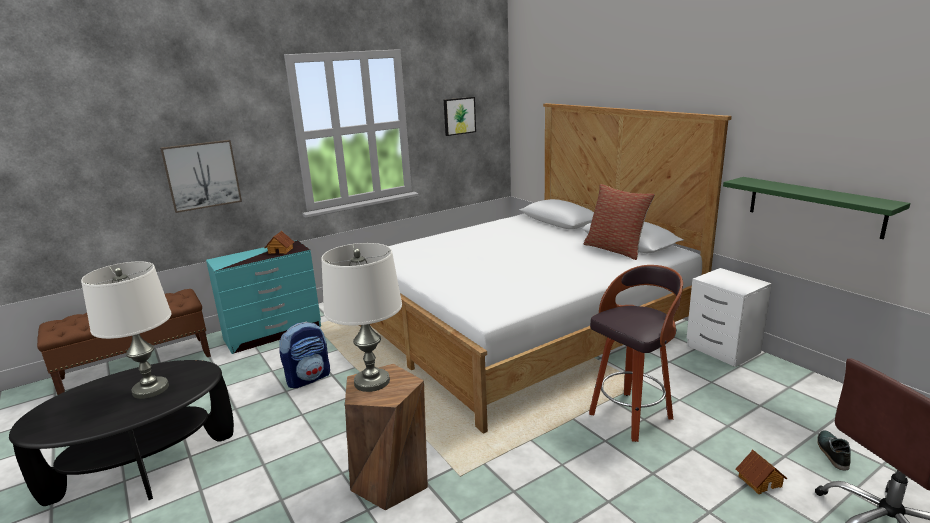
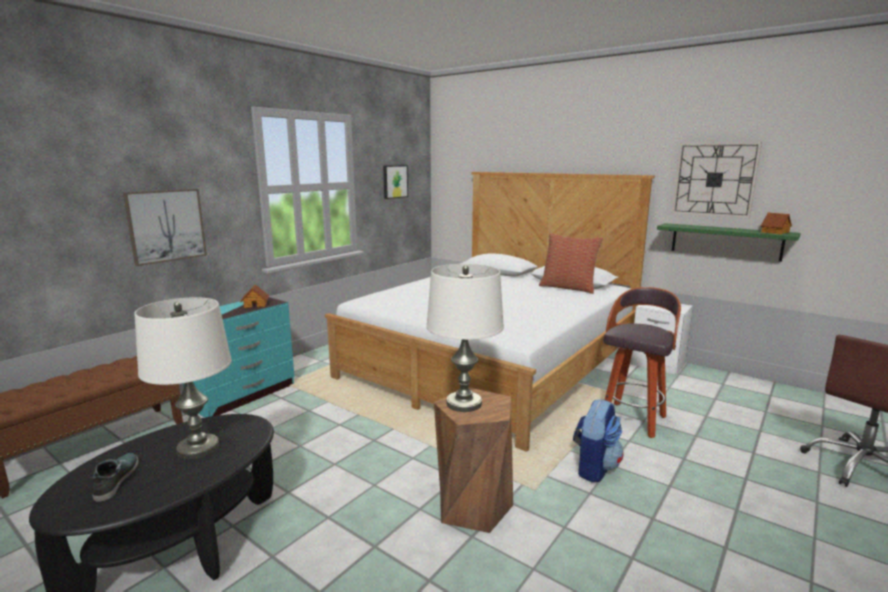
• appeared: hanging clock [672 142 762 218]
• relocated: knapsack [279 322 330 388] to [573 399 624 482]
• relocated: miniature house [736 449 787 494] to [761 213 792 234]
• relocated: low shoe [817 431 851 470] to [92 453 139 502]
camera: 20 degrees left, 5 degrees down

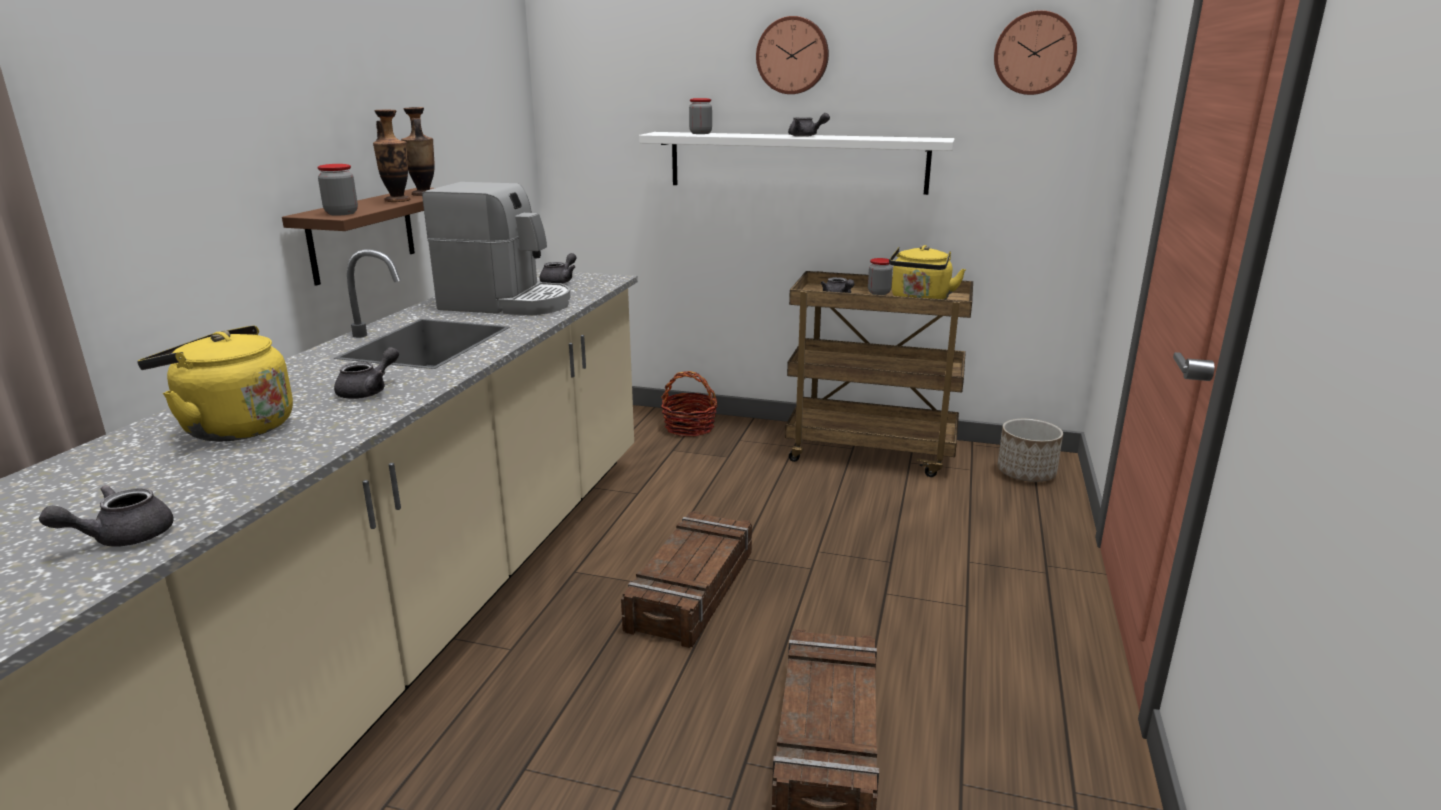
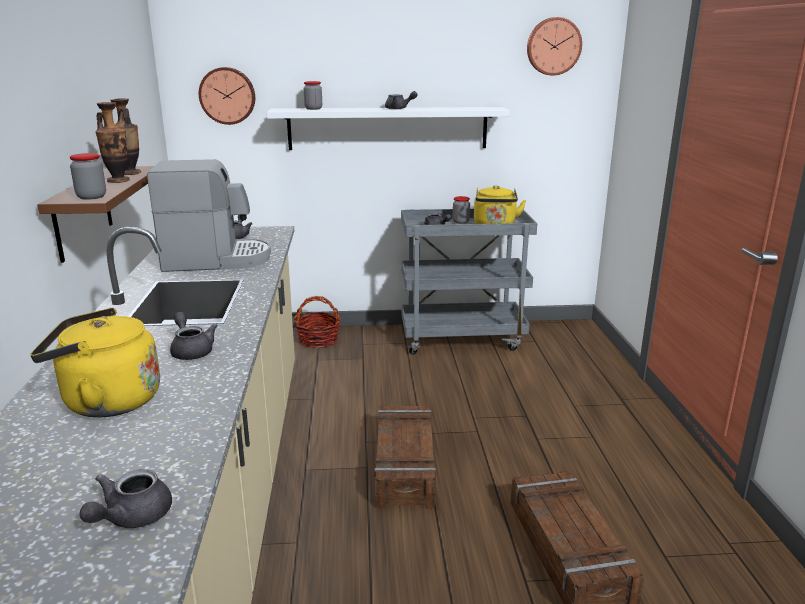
• missing: planter [998 419 1063 482]
• relocated: hanging clock [756 16 829 94] to [199 67 255 125]
• colour: wheeled cart in brown-coloured [785 271 973 477] to wheeled cart in gray [401 209 537 354]
• spun: teapot in gray [334 347 399 399] = [170 312 217 360] 45 degrees counterclockwise
camera: 20 degrees left, 0 degrees up

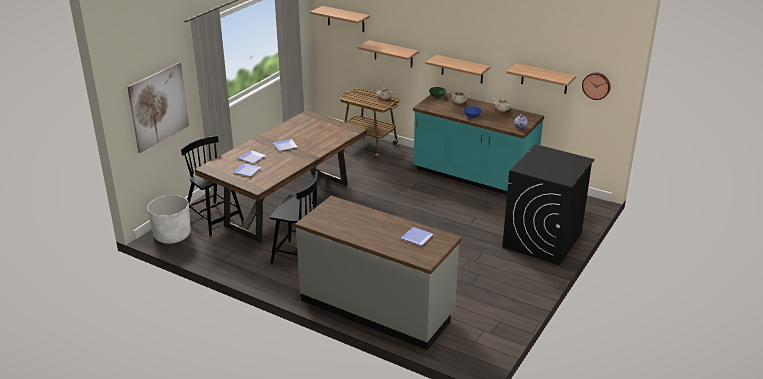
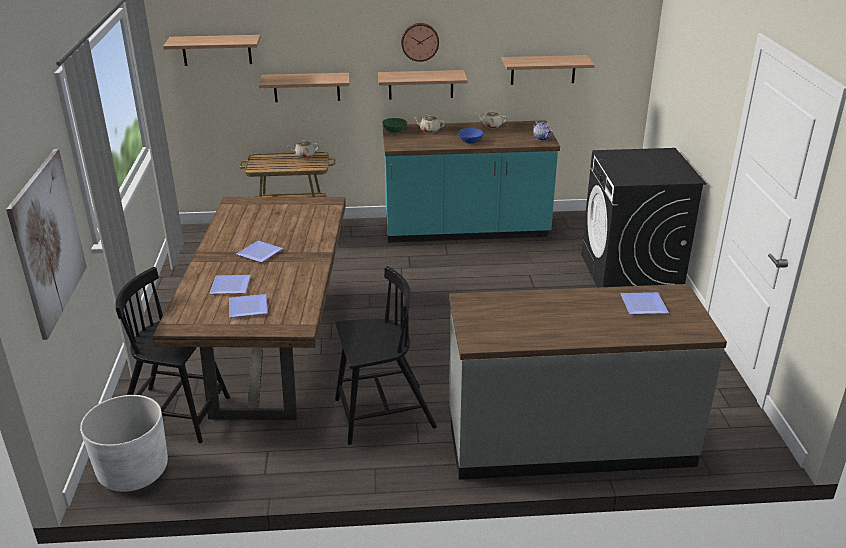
• relocated: hanging clock [582 72 610 100] to [401 23 439 62]
camera: 35 degrees left, 0 degrees up

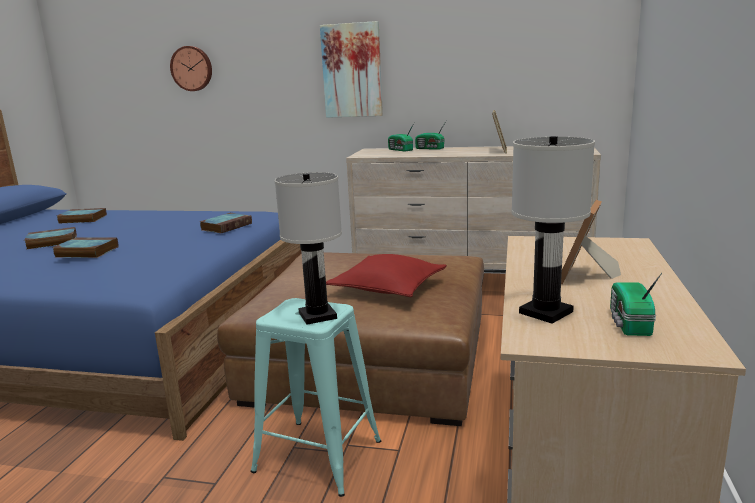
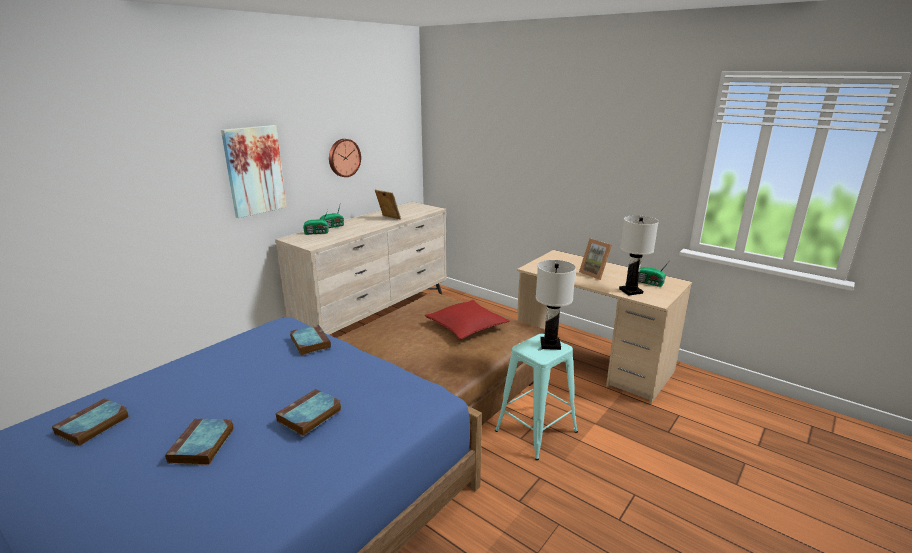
• relocated: hanging clock [170 46 212 91] to [329 139 361 177]
camera: 65 degrees left, 5 degrees up

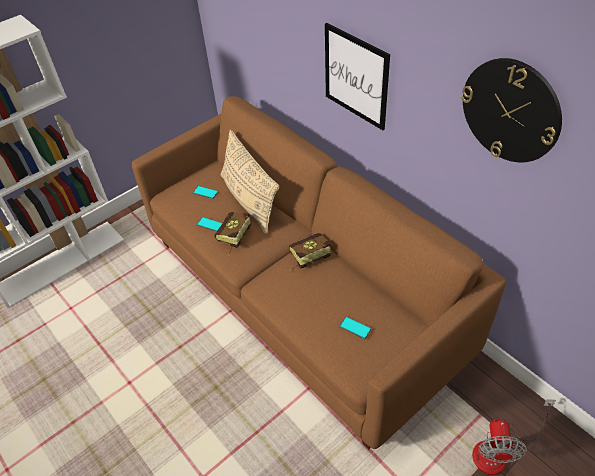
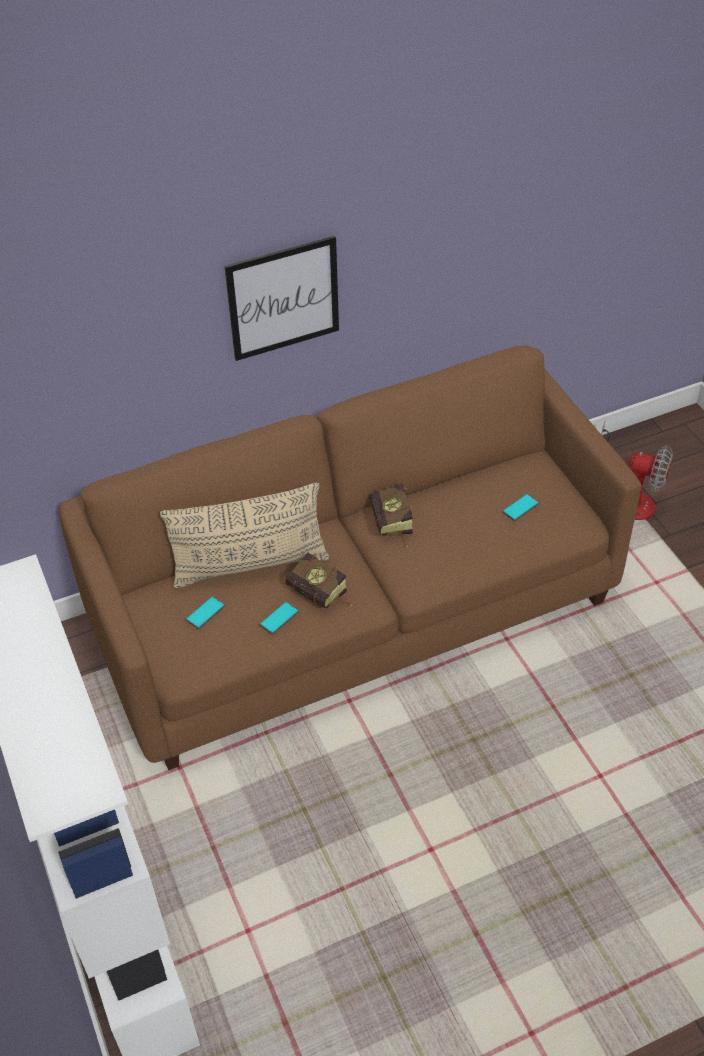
• missing: hanging clock [461 58 562 162]
camera: 75 degrees left, 0 degrees up

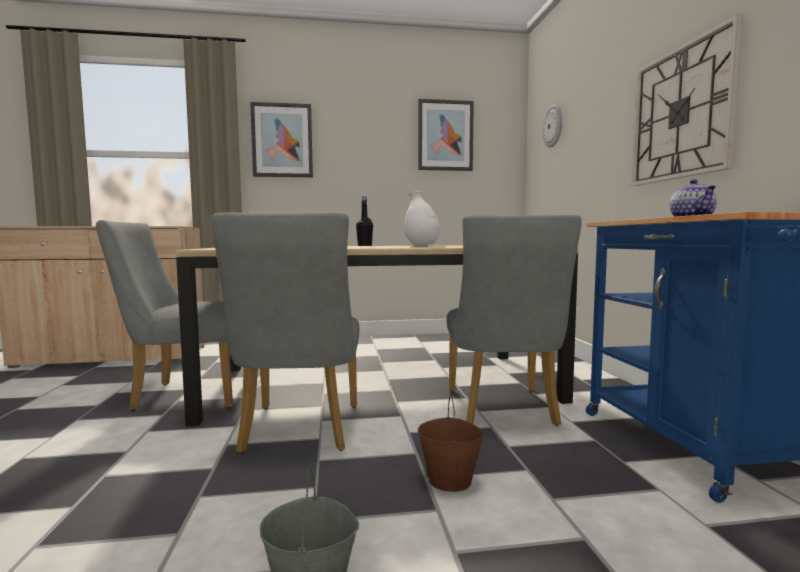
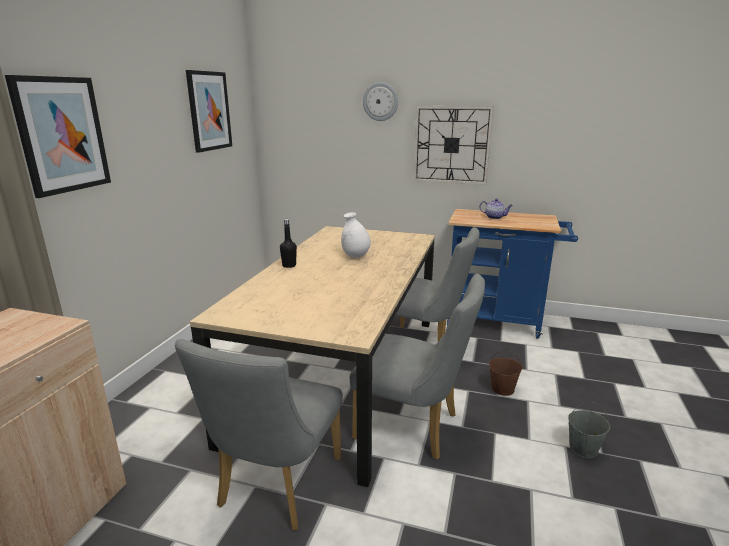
• relocated: hanging clock [542 105 563 148] to [363 82 398 121]
camera: 65 degrees left, 15 degrees up

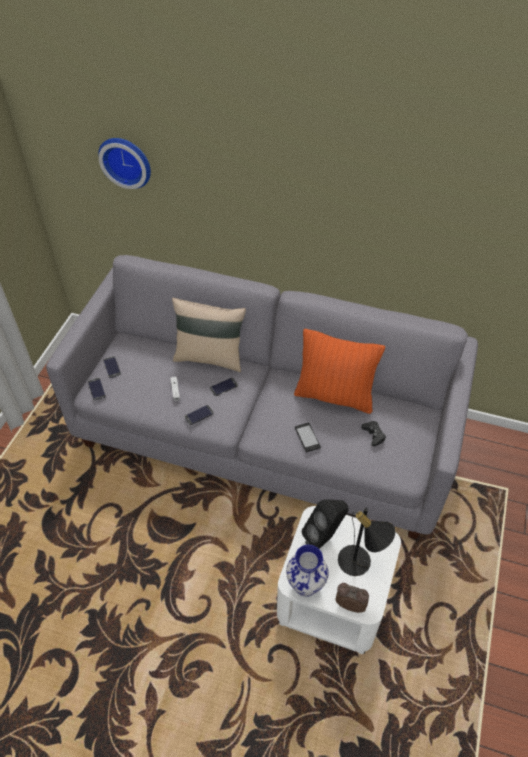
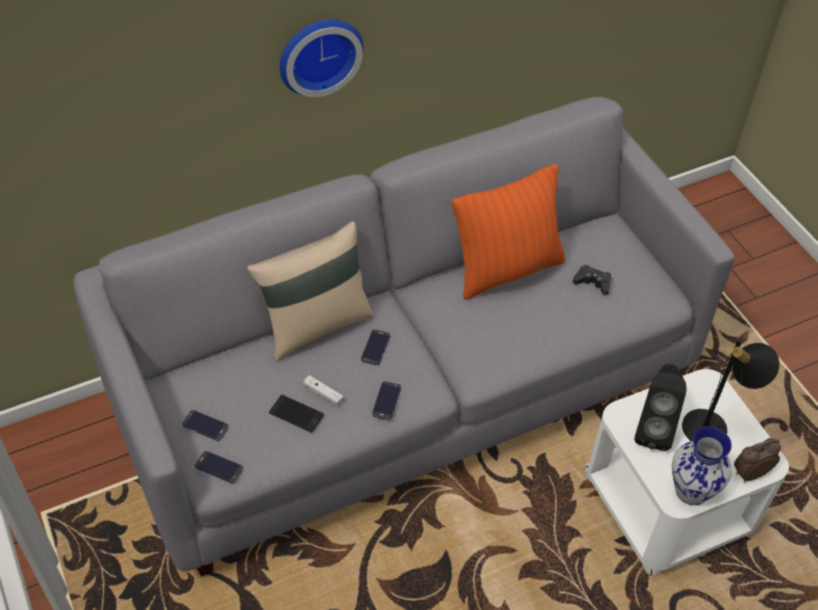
• relocated: hanging clock [98 138 151 189] to [280 19 363 97]
• relocated: handset [295 423 321 452] to [269 395 324 433]
camera: 45 degrees left, 0 degrees up

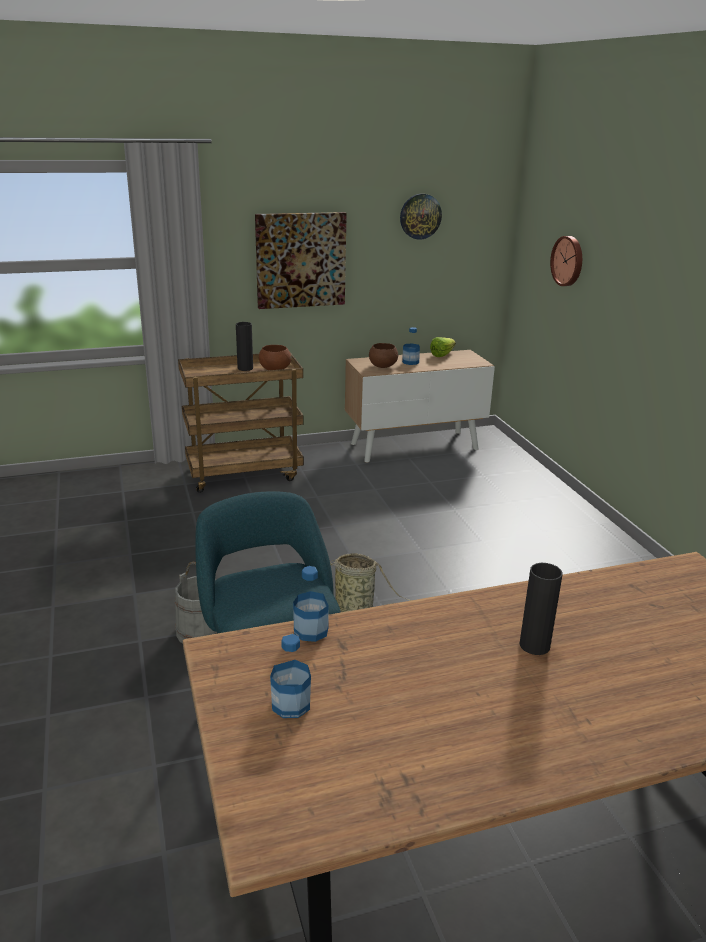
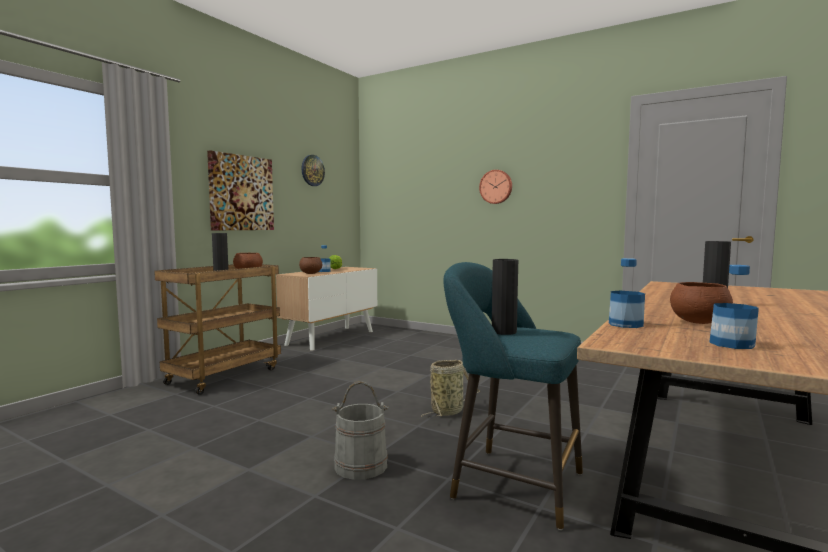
• appeared: decorative vase in black [492 259 518 335]
• appeared: serving bowl in brown-coloured [670 282 733 324]
• relocated: hanging clock [550 236 582 286] to [479 170 512 204]
camera: 40 degrees left, 20 degrees down

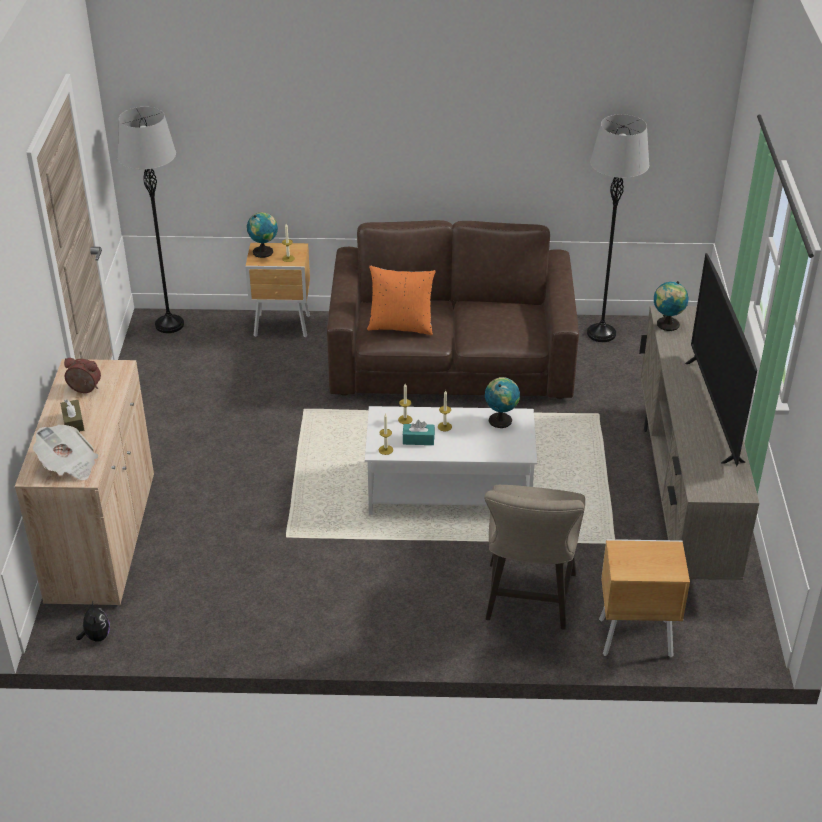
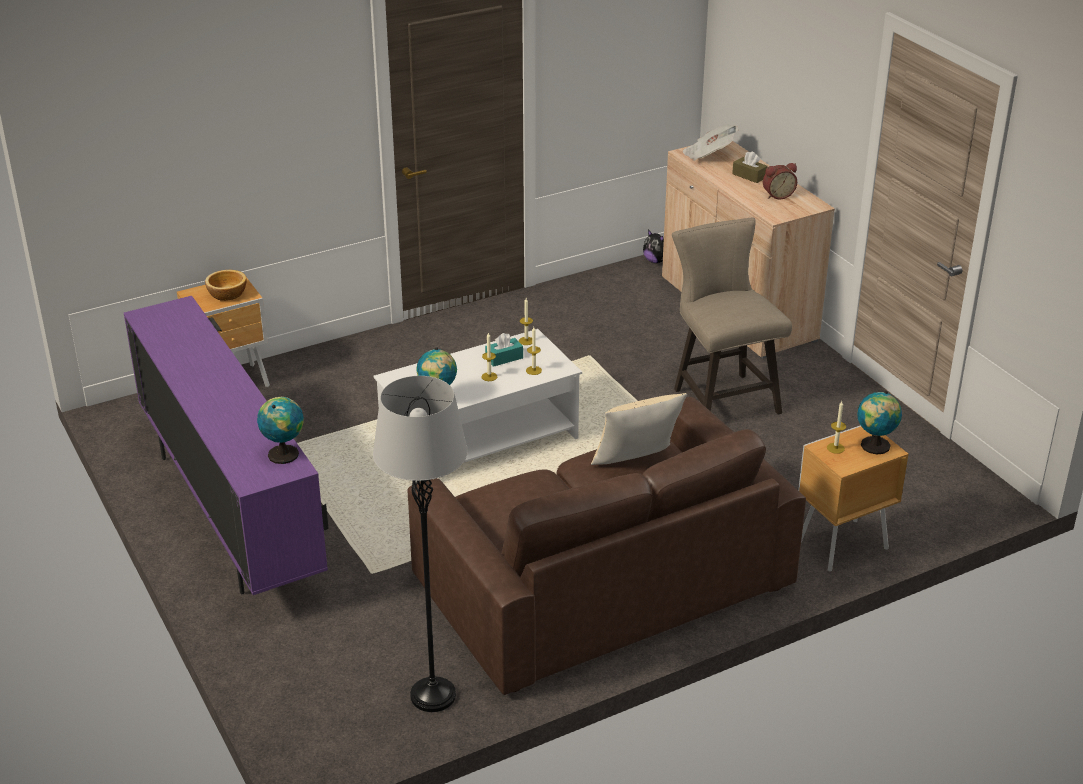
• missing: floor lamp in gray [117 107 184 333]
• missing: TV set [685 253 757 467]
• appeared: serving bowl [205 270 247 301]
• relocated: stool in beige-coloured [484 485 585 630] to [672 218 792 415]
• colour: throw pillow in orange [367 266 436 335] to throw pillow in beige-coloured [591 393 687 465]
• colour: tv stand in beige-coloured [639 306 759 580] to tv stand in purplish [124 296 329 595]
camera: 150 degrees right, 5 degrees down

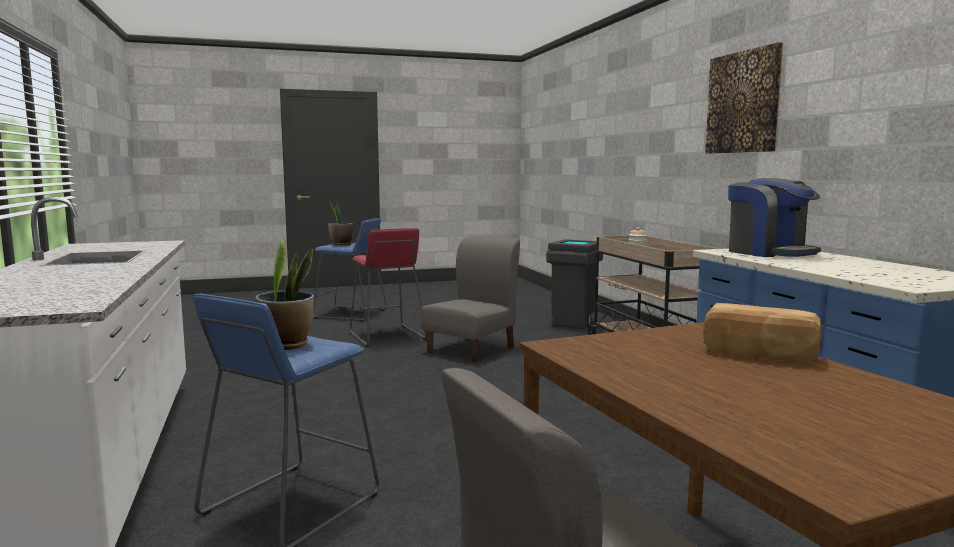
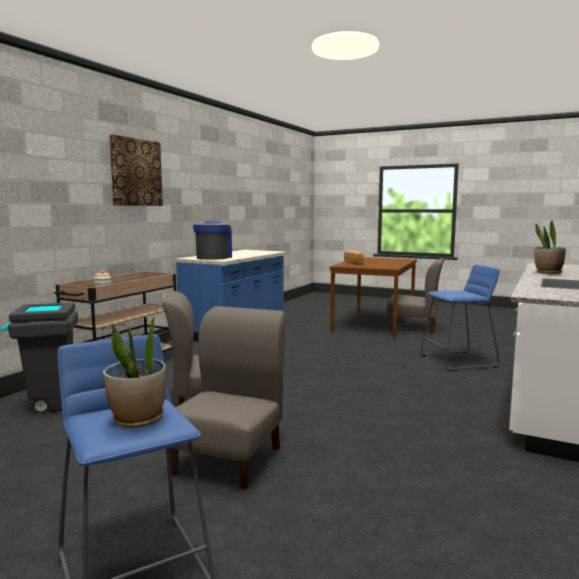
• relocated: houseplant [255 239 314 350] to [534 220 566 274]
• exchanged: stool in reddish [350 228 427 347] to chair in gray [169 306 285 489]
camera: 135 degrees left, 0 degrees up

